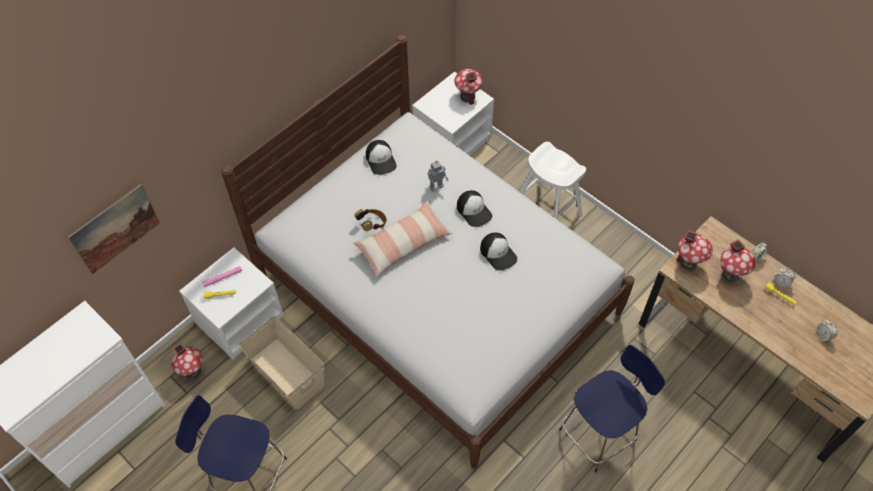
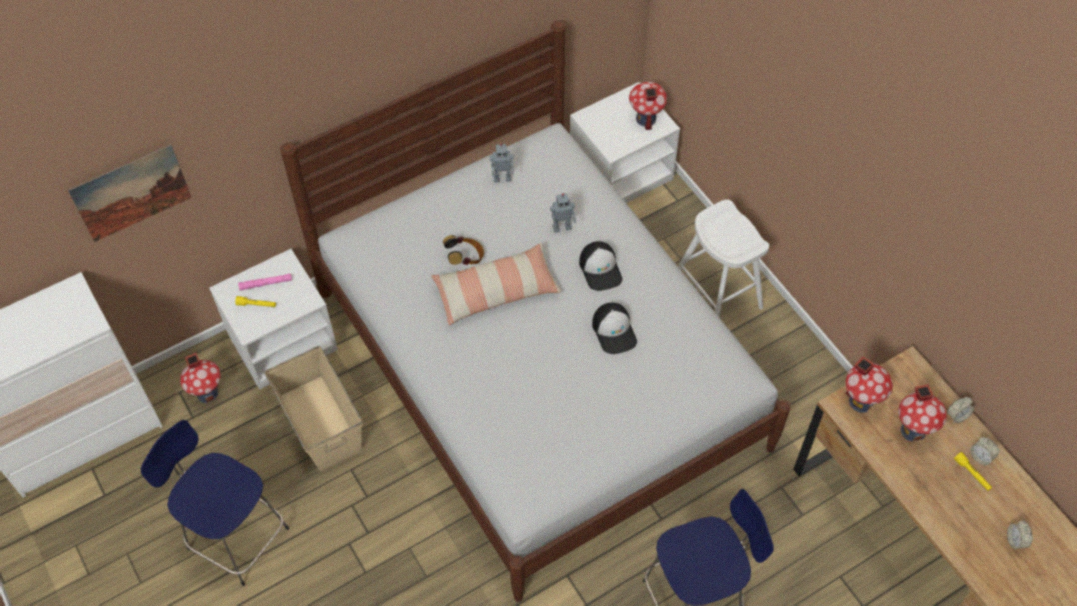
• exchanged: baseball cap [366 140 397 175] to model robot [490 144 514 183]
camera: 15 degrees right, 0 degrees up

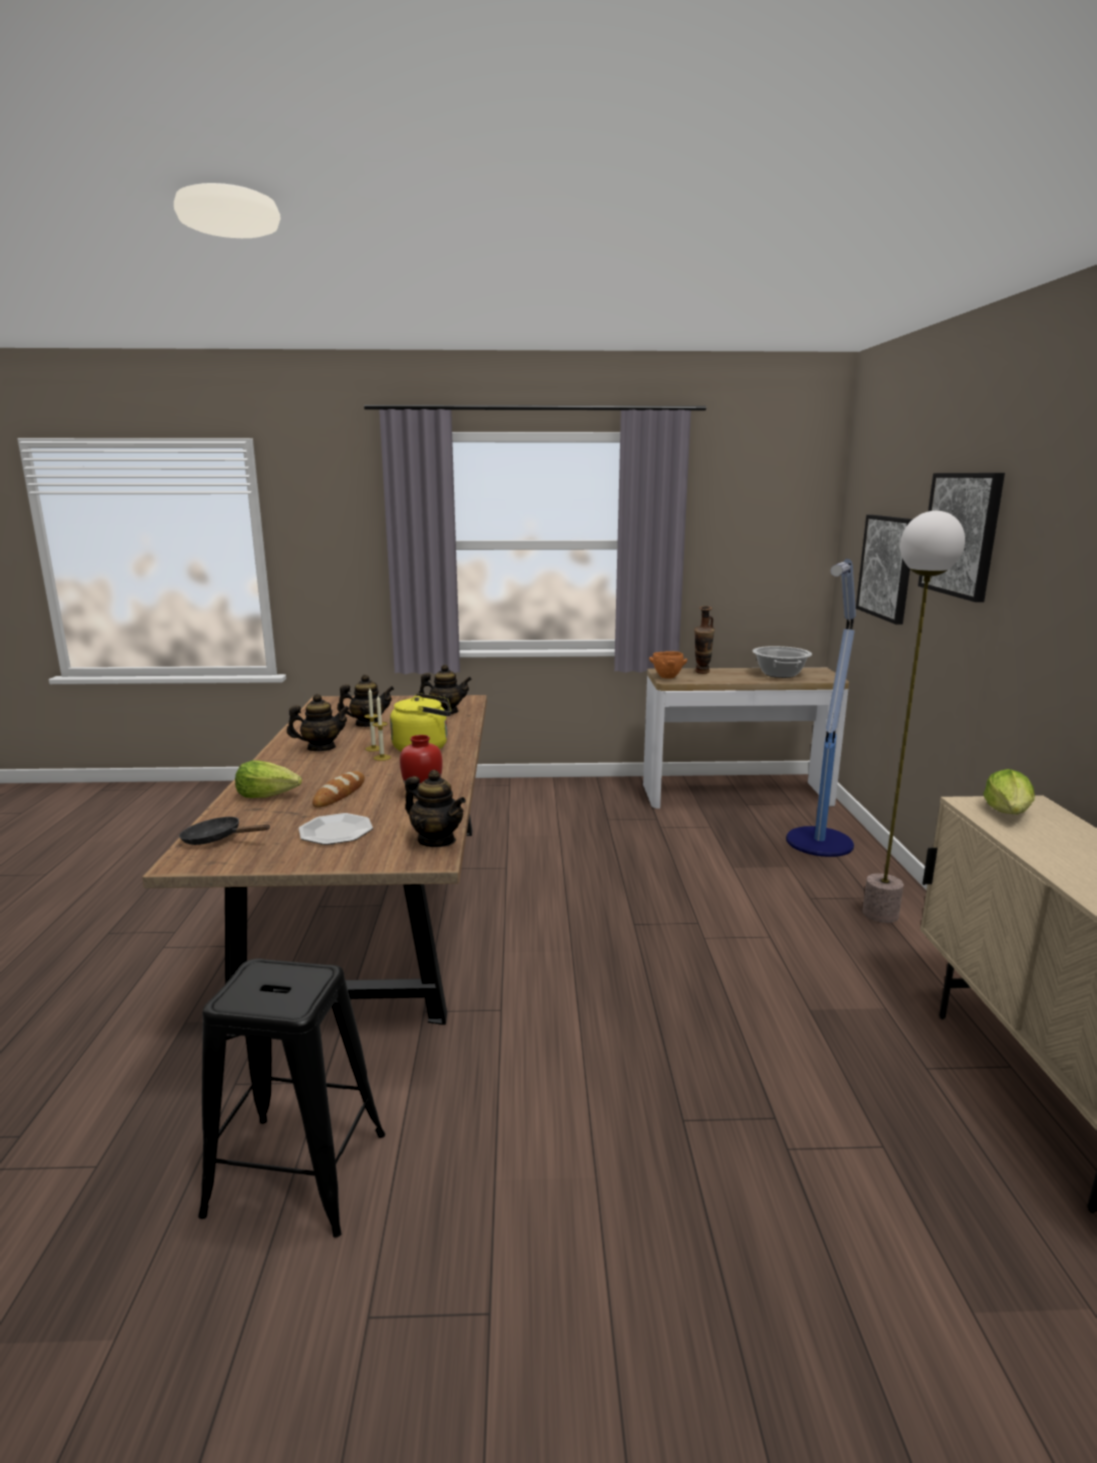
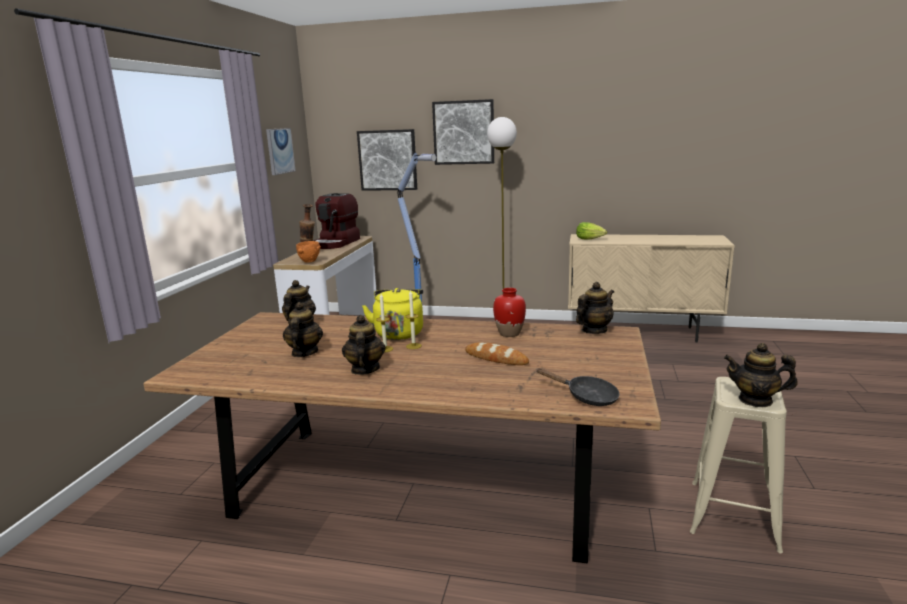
• missing: head of lettuce [235 760 302 798]
• missing: flat dish [299 813 373 845]
• appeared: wall art [266 128 296 175]
• appeared: teapot [724 343 798 407]
• exchanged: stockpot [753 646 812 678] to coffee machine [314 193 360 249]
• colour: stool in black [198 959 385 1238] to stool in beige-coloured [690 377 787 553]
• spun: pan in black [179 816 270 845] = [536 368 620 406] 90 degrees counterclockwise
camera: 75 degrees left, 0 degrees up

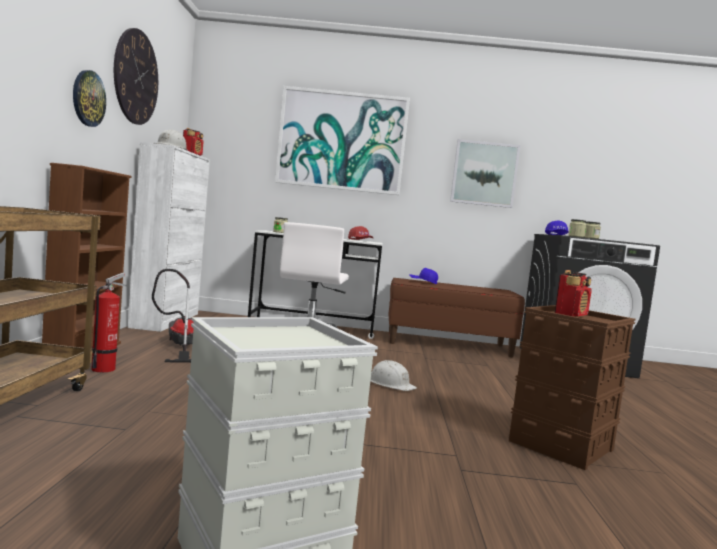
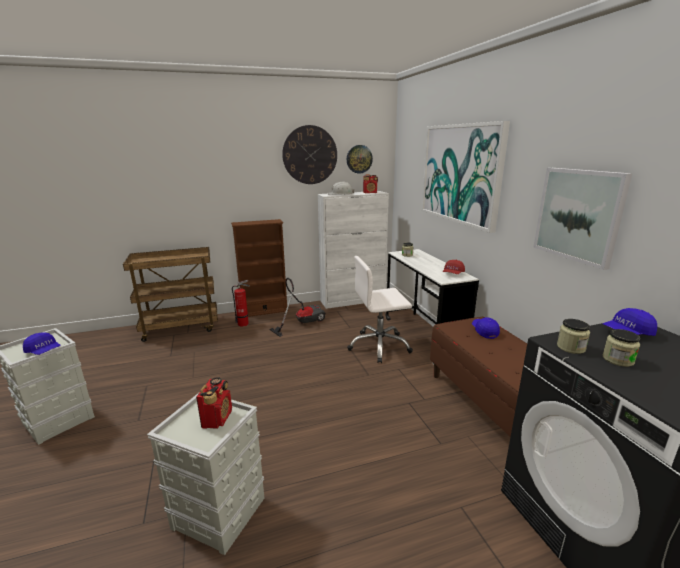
• missing: work helmet in whitish [370 360 417 391]
• appeared: baseball cap in blue-coloured [23 332 61 355]
• relocated: hanging clock [73 70 106 127] to [347 145 373 174]
• colour: storage container in brown-coloured [509 305 636 470] to storage container in gray [147 393 264 555]
• spun: radio [555 270 592 316] = [196 377 232 429] 105 degrees counterclockwise
camera: 70 degrees right, 15 degrees up

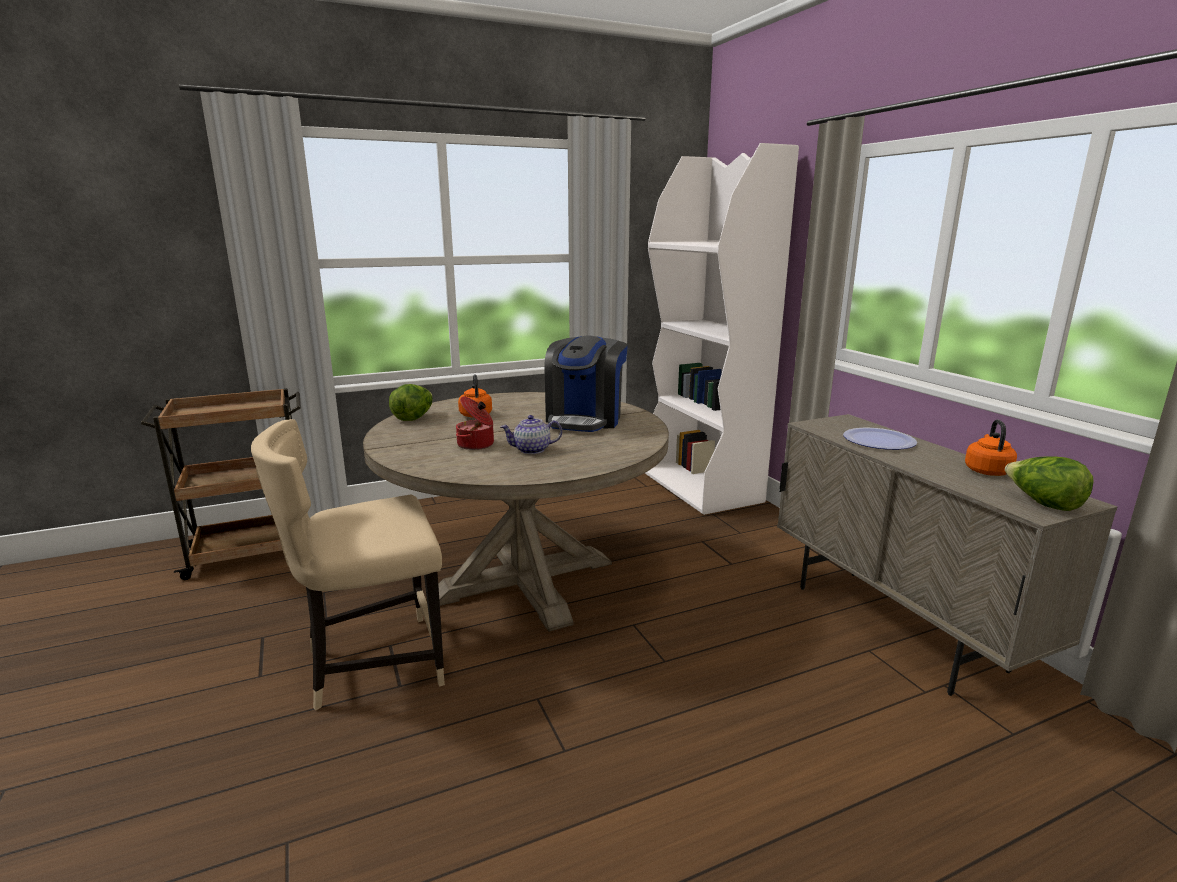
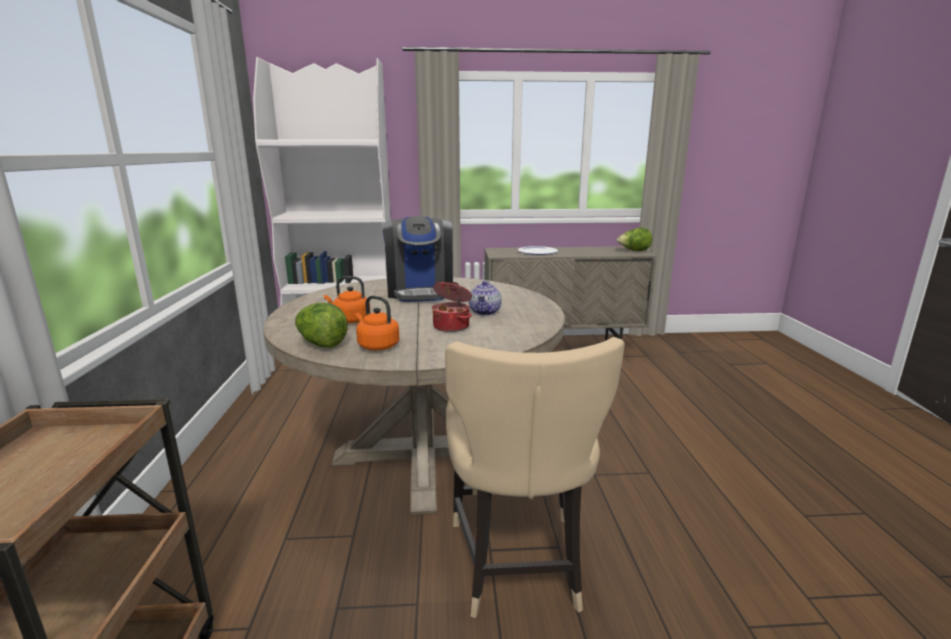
• relocated: water kettle in orange [965 420 1017 476] to [356 296 399 350]
• spun: coffee machine [544 336 628 432] = [382 216 453 302] 45 degrees clockwise
camera: 70 degrees left, 0 degrees up

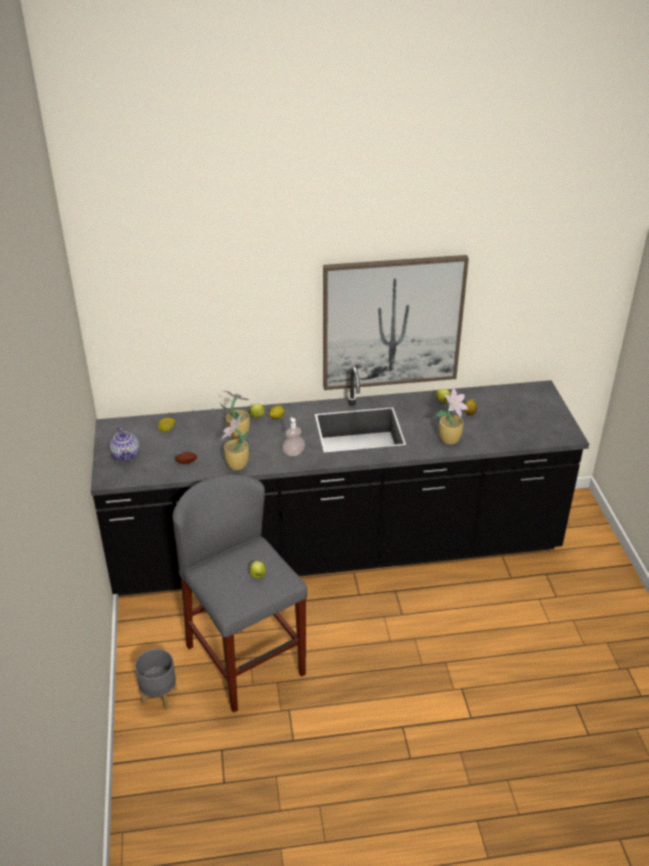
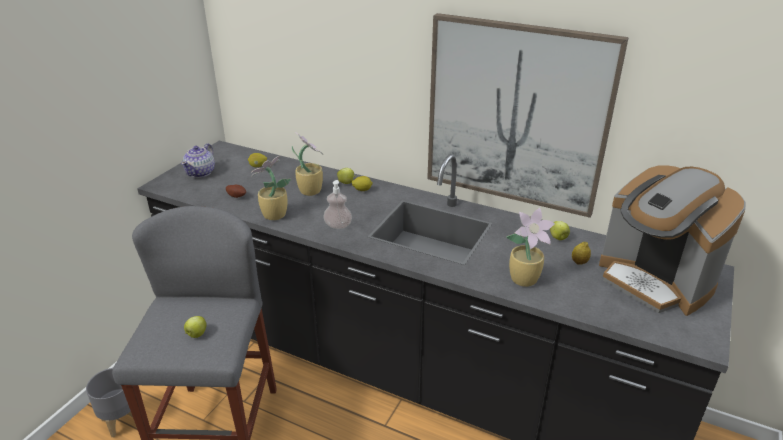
• appeared: coffee machine [599 165 746 316]
camera: 35 degrees right, 5 degrees down

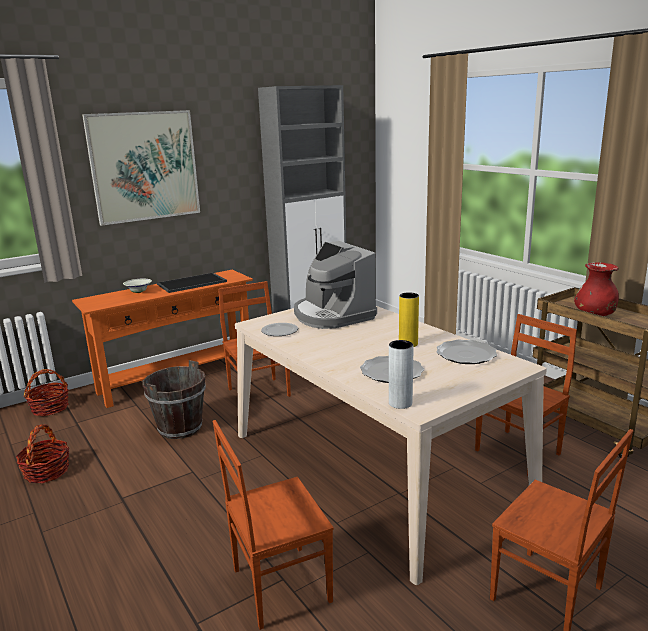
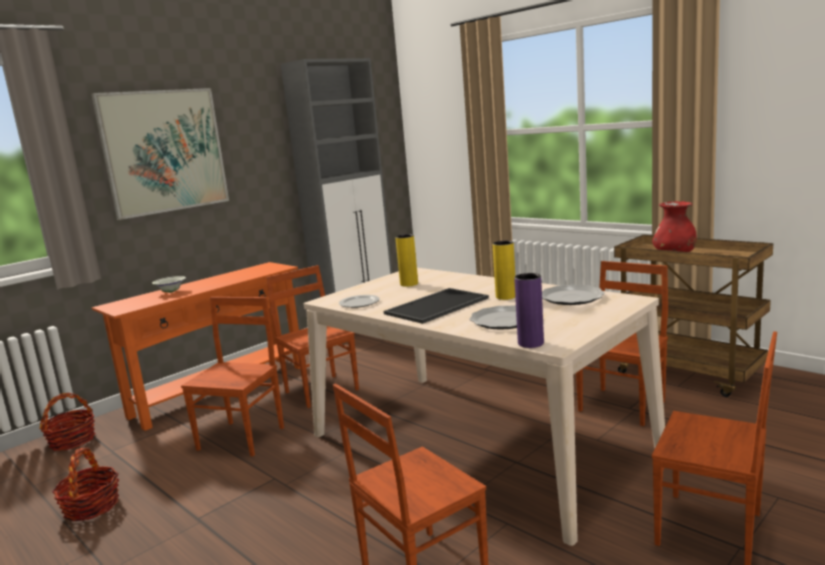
• relocated: tray [157 273 227 293] to [384 288 489 324]
• exchanged: water bucket in brown-coloured [143 360 206 439] to chair in brown-coloured [181 297 284 456]
• exchanged: coffee machine [294 241 377 329] to decorative vase in yellowish [396 234 418 287]
• colour: decorative vase in gray [389 340 414 409] to decorative vase in purplish [514 273 544 348]
camera: 10 degrees left, 5 degrees down

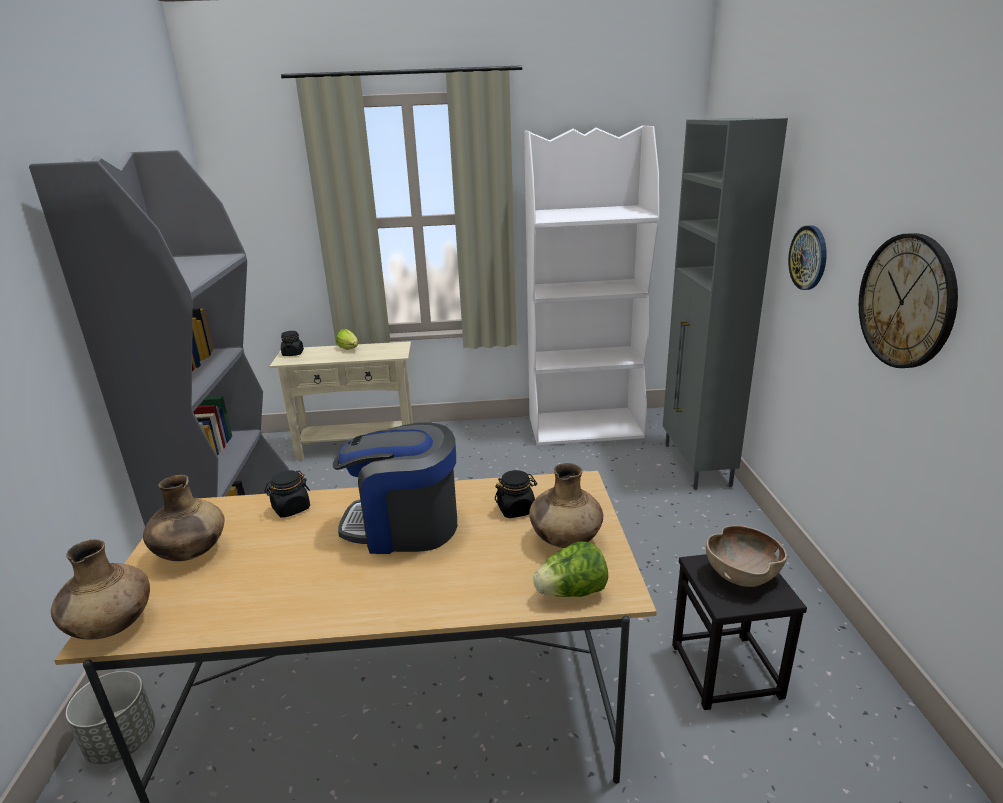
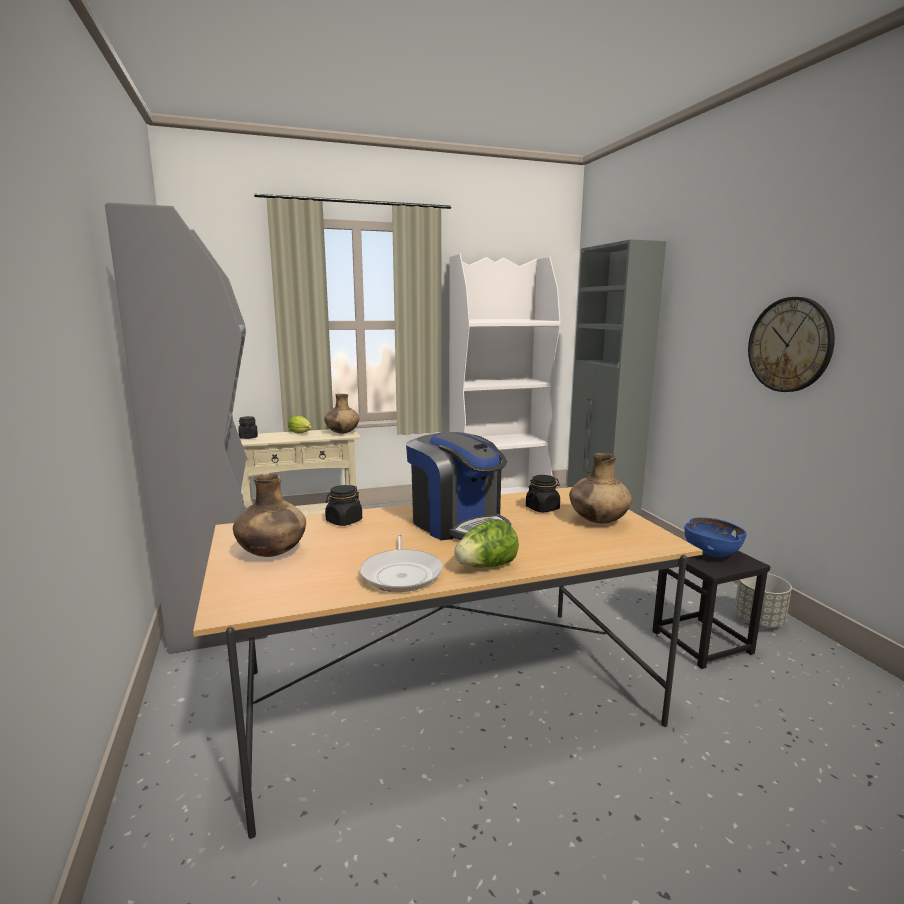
• missing: hanging clock [788 225 827 290]
• appeared: pan [360 534 443 592]
• relocated: decorative vase in brown-coloured [51 539 150 639] to [324 394 359 433]
• relocated: planter in gray [66 671 155 764] to [734 573 792 628]
• relocated: head of lettuce [533 542 608 597] to [454 519 519 567]
• colour: serving bowl in brown-coloured [706 525 787 587] to serving bowl in blue-coloured [685 517 747 557]
• spun: coffee machine [333 422 457 554] = [406 432 511 540] 120 degrees counterclockwise
camera: 15 degrees left, 10 degrees down

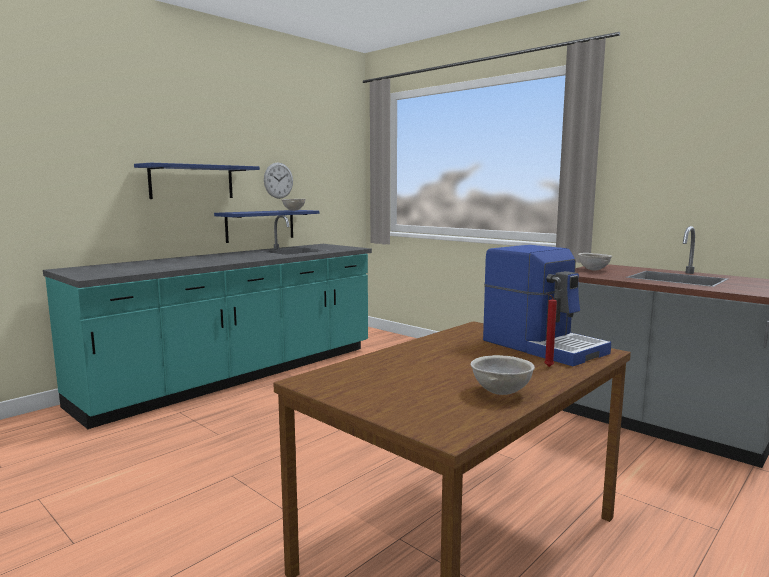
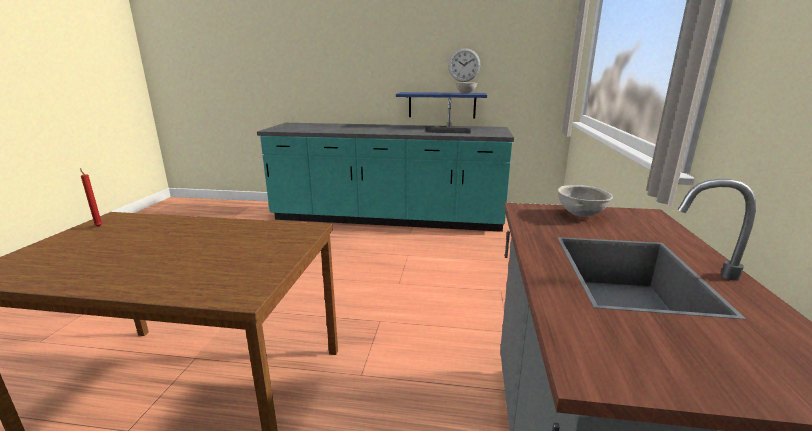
• missing: wall shelf in blue-coloured [134 163 260 199]
• missing: serving bowl in gray [471 355 535 395]
• missing: coffee machine [483 245 611 366]
• relocated: candle in reddish [544 293 557 367] to [80 168 103 227]
camera: 55 degrees right, 10 degrees up

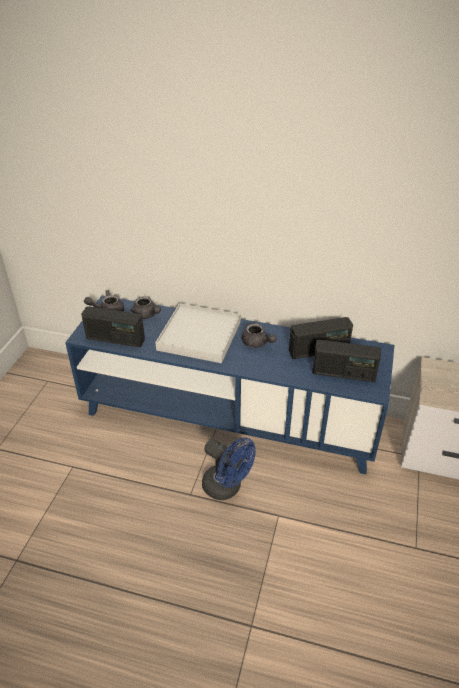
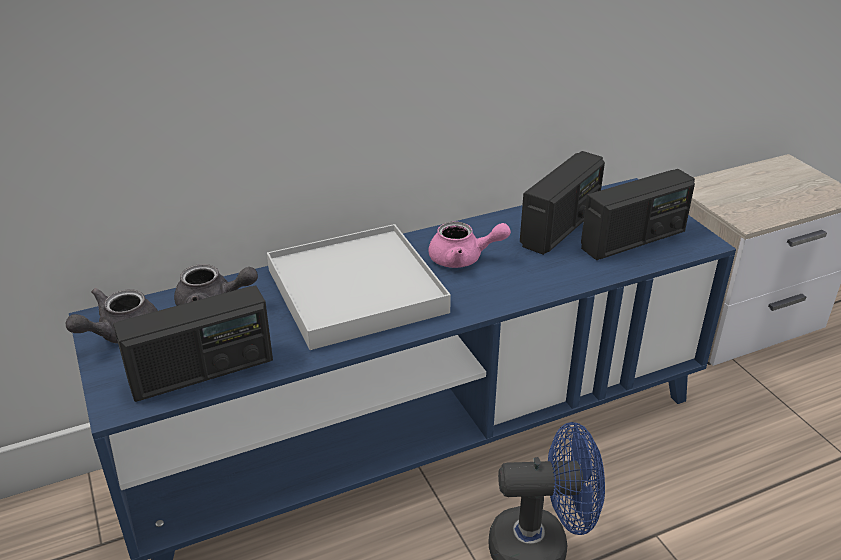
• colour: teapot in gray [242 323 277 348] to teapot in pinkish [429 222 511 268]
camera: 40 degrees left, 5 degrees down

